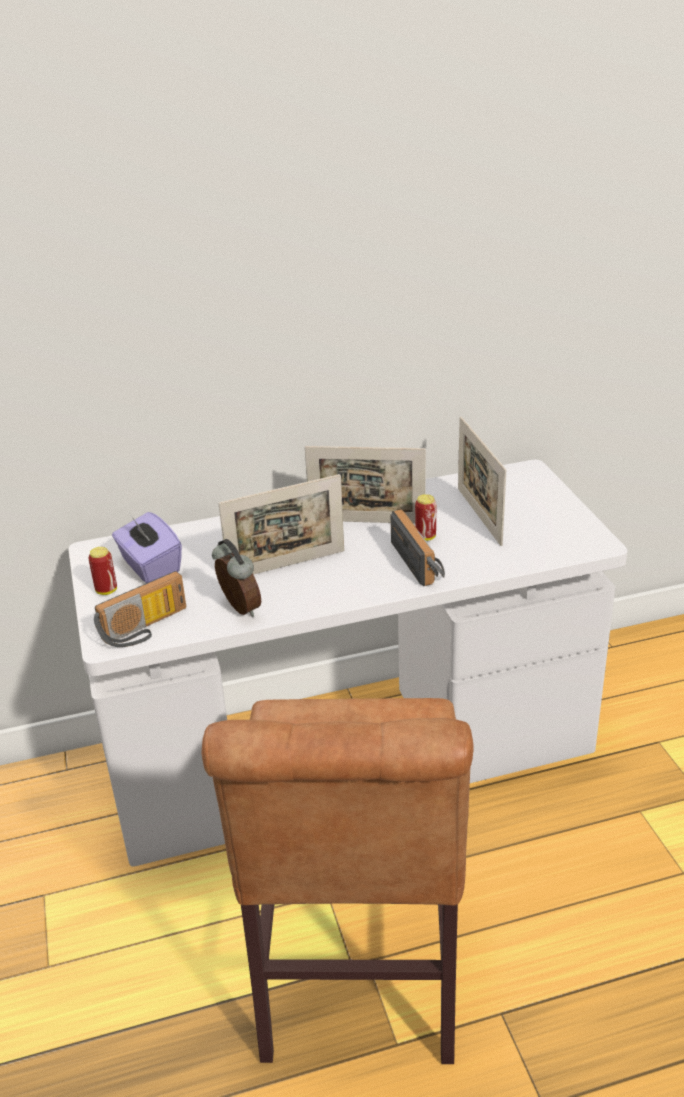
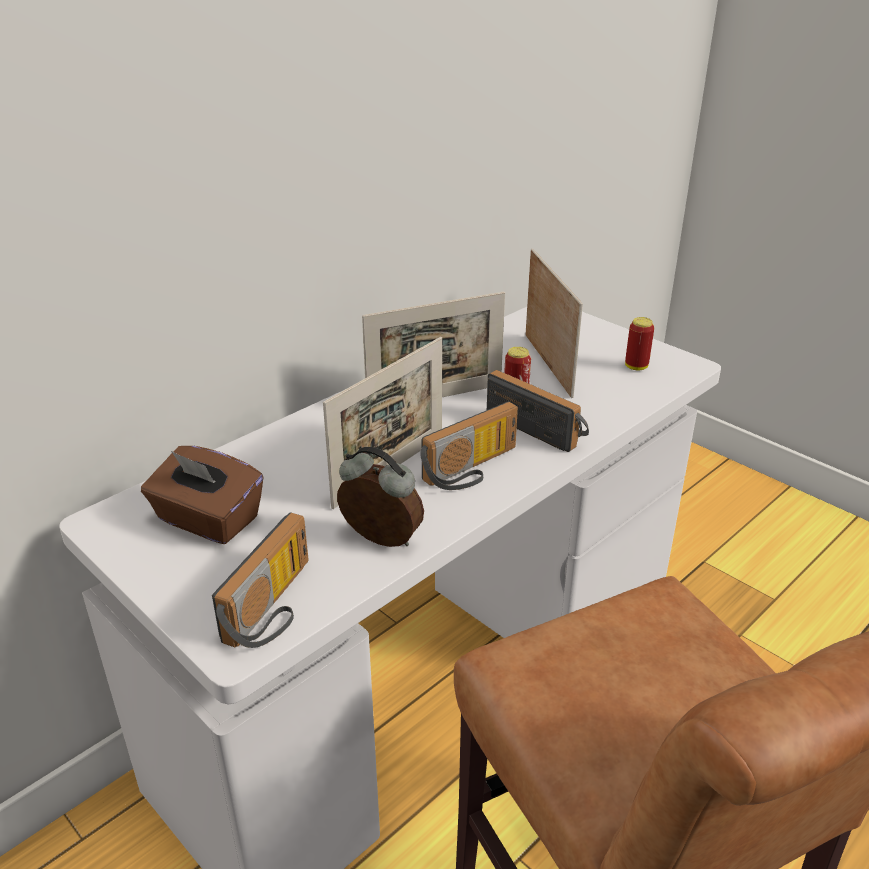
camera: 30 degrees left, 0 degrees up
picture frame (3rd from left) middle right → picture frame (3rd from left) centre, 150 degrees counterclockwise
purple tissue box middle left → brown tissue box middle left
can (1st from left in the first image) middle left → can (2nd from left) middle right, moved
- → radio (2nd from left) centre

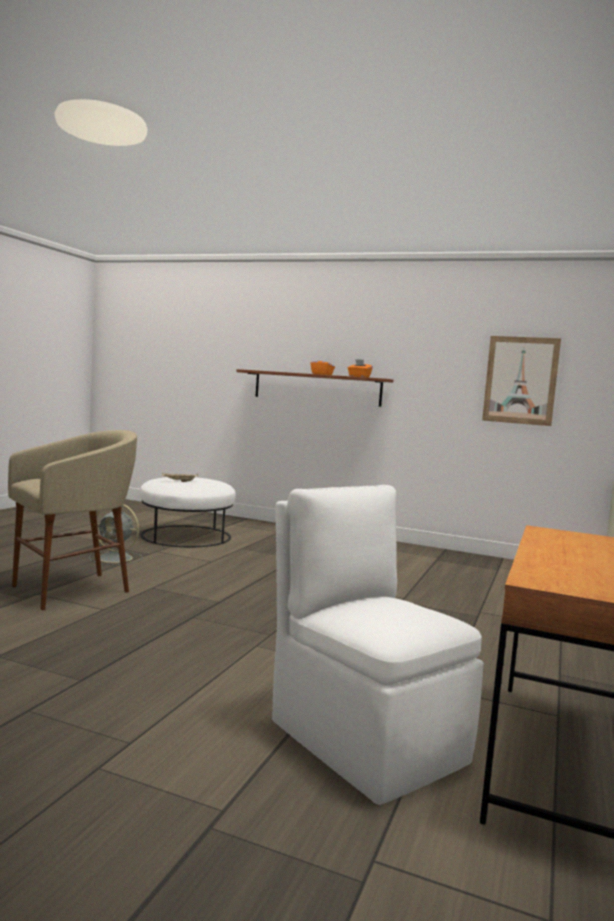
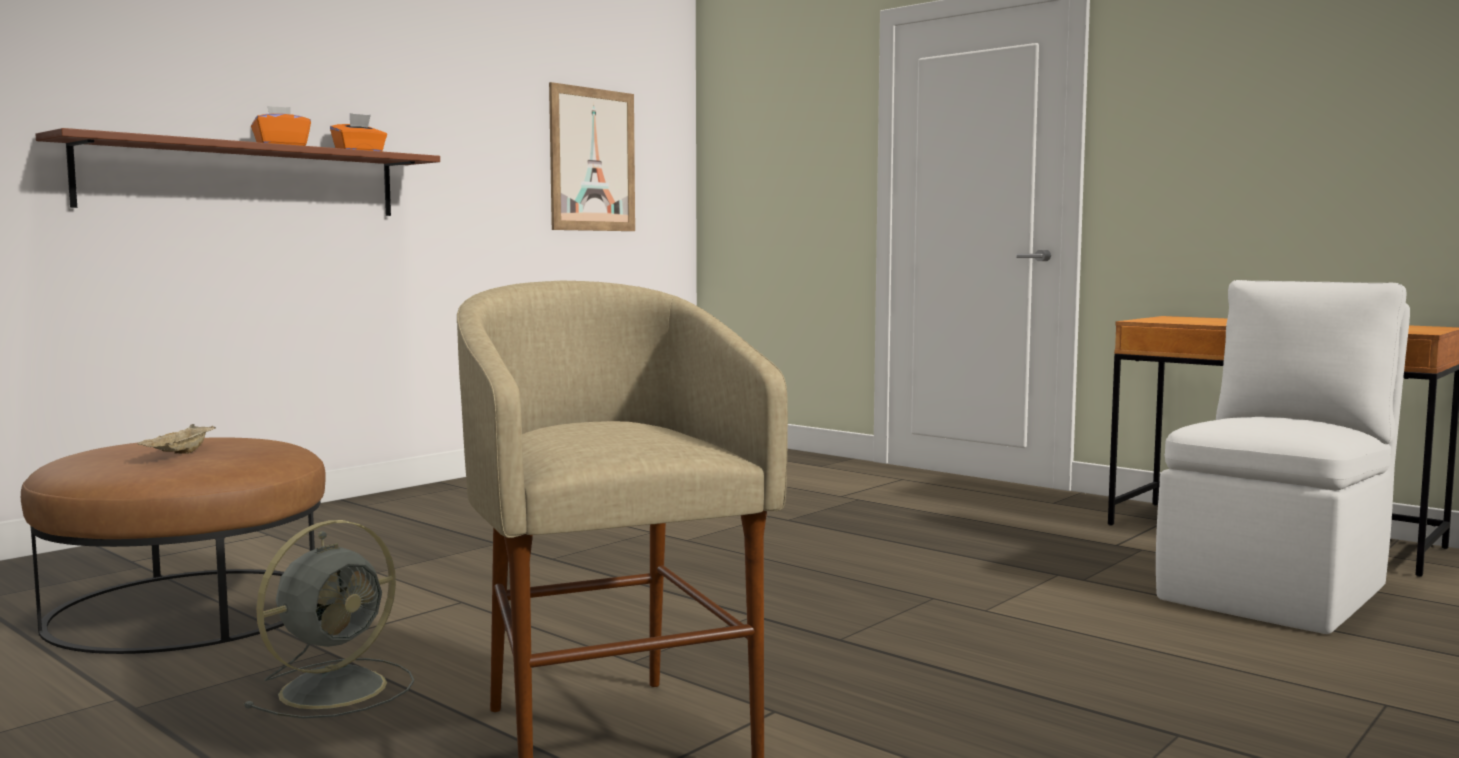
camera: 70 degrees left, 0 degrees up
white ottoman middle left → brown ottoman bottom left
white chair bottom centre → white chair middle right, 150 degrees clockwise

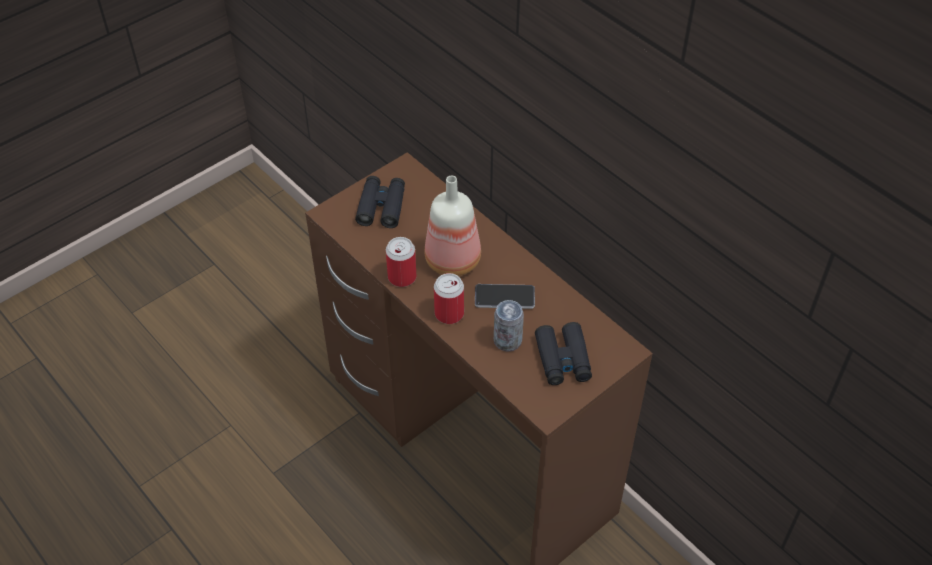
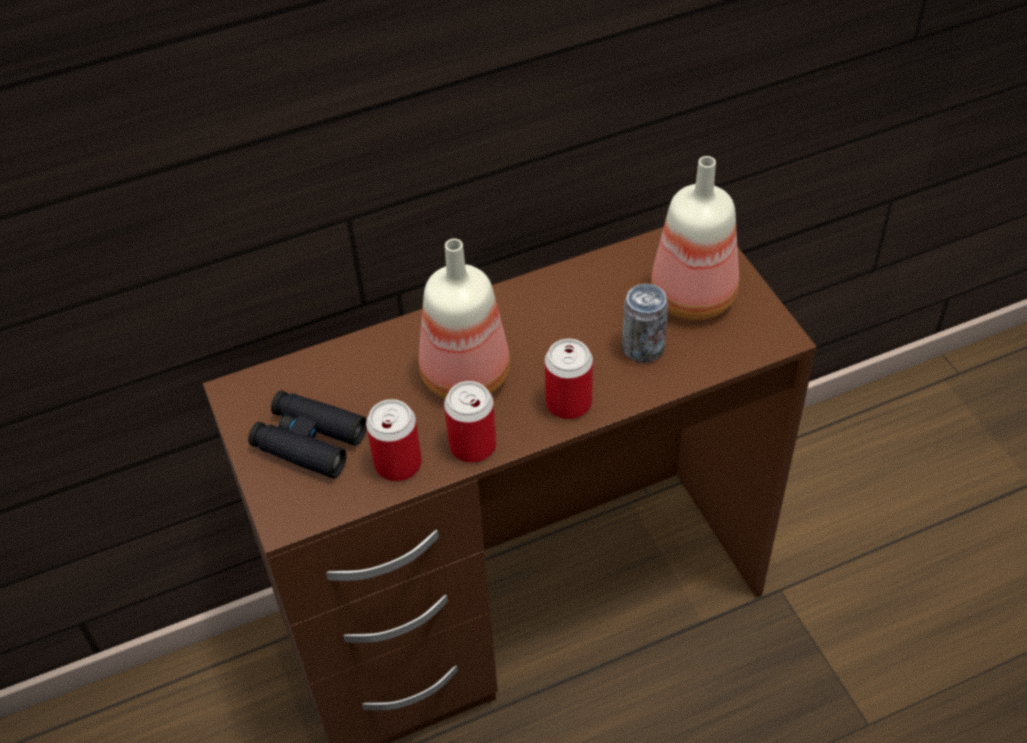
camera: 70 degrees left, 0 degrees up
phone centre → -
black binoculars (2nd from left) centre → bottle (2nd from left) top right
- → can (1st from left) centre

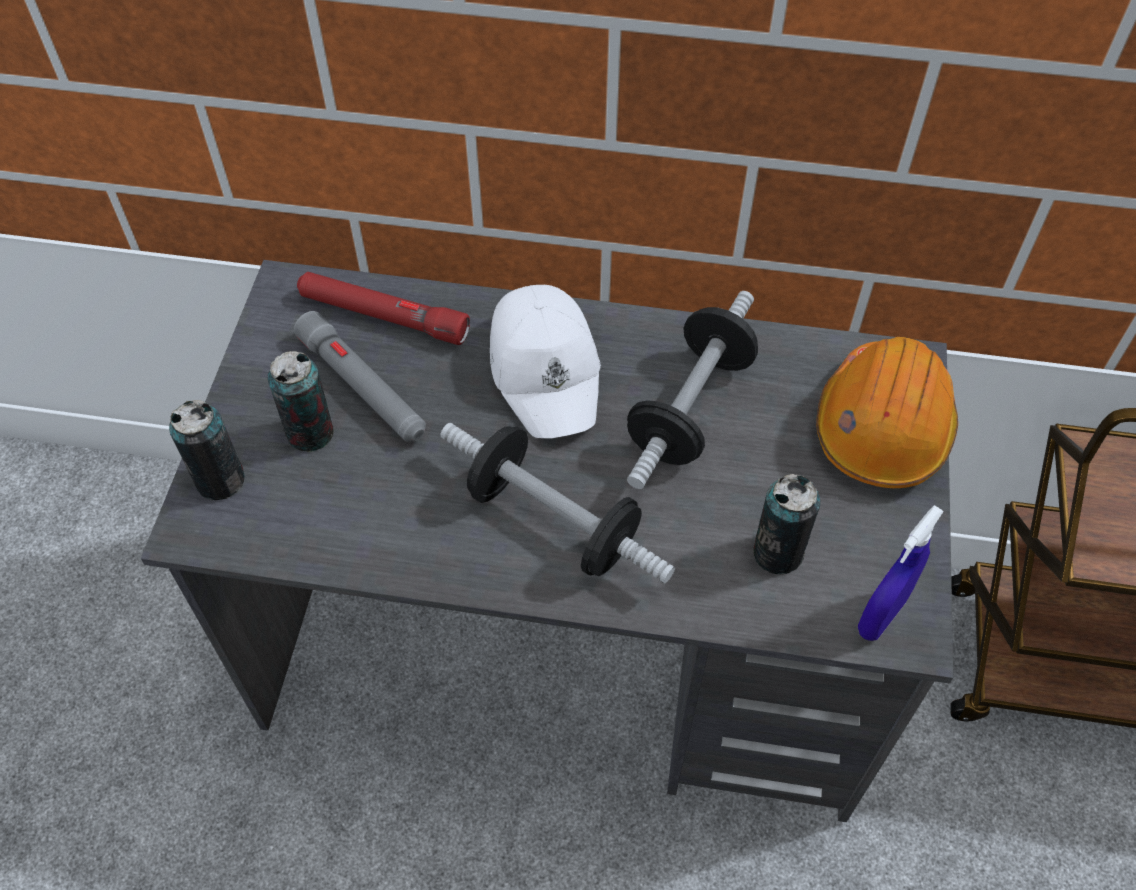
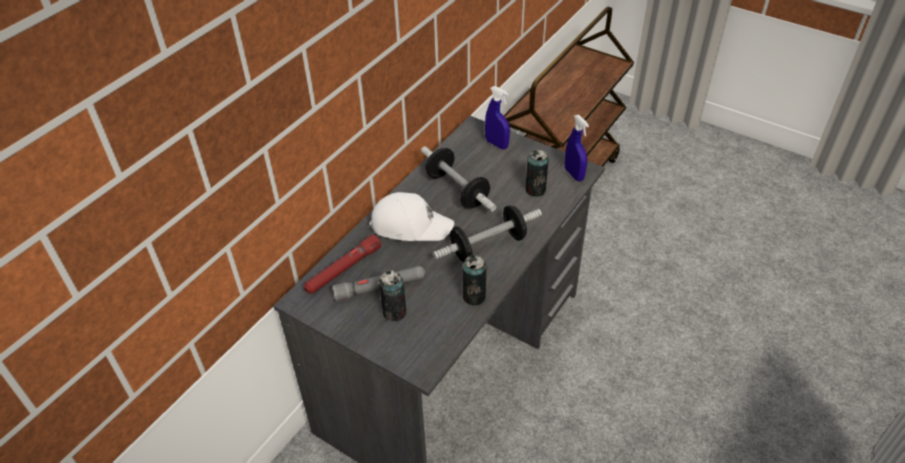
camera: 65 degrees left, 10 degrees down
orange hard hat middle right → blue spray bottle (1st from left) top centre
can (1st from left in the first image) middle left → can (2nd from left) centre, moved

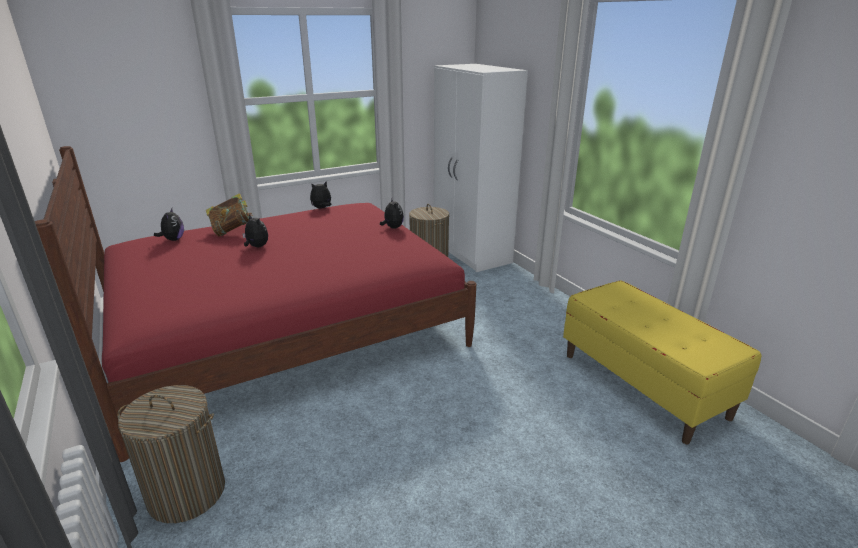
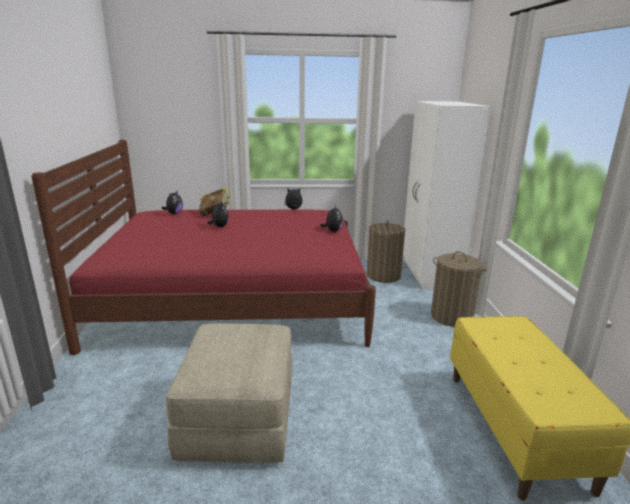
camera: 25 degrees right, 5 degrees down
laundry basket (1st from left in the first image) bottom left → laundry basket (2nd from left) middle right, moved
- → beige ottoman bottom centre

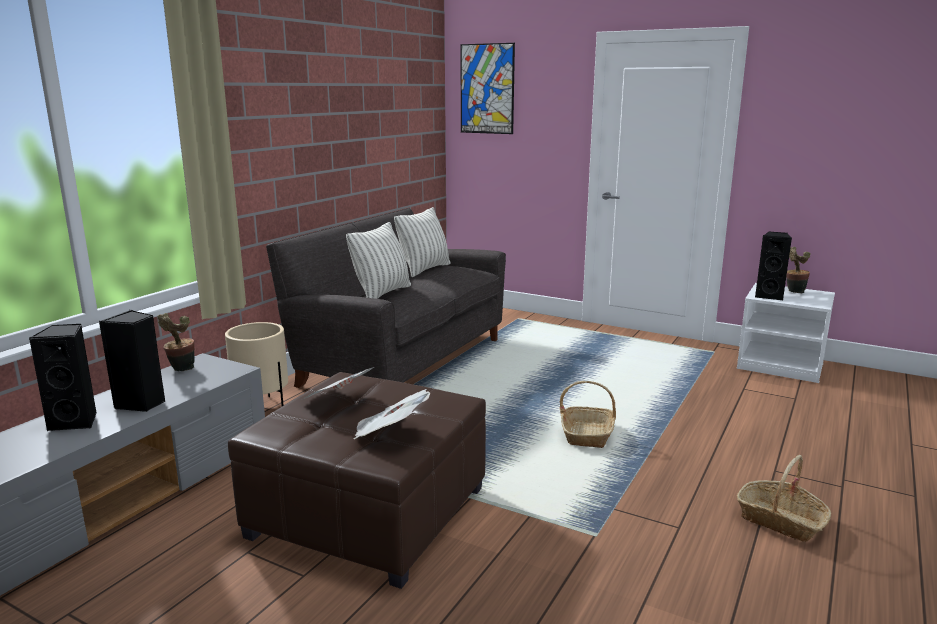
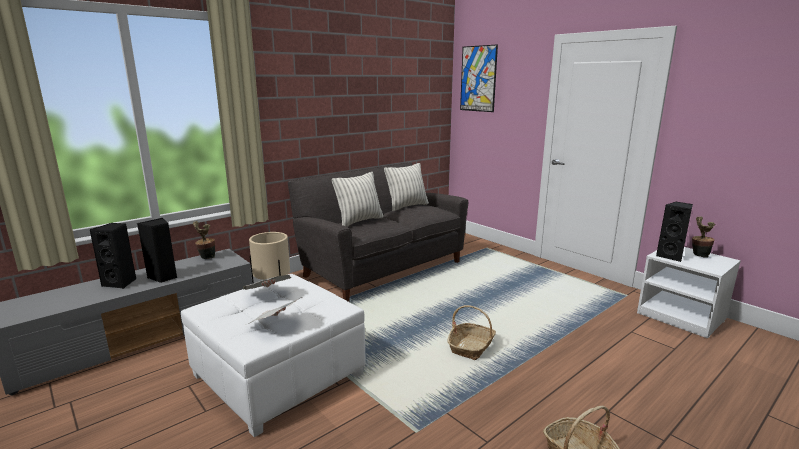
camera: 20 degrees right, 0 degrees up
brown ottoman bottom centre → white ottoman bottom centre

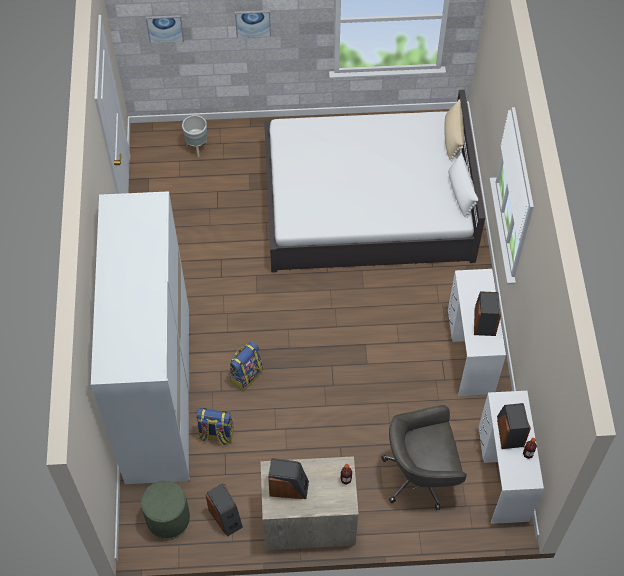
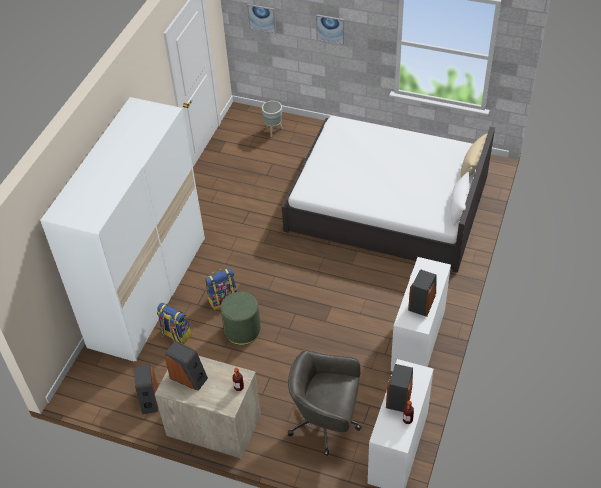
camera: 25 degrees right, 10 degrees down
green ottoman bottom left → green ottoman centre, moved

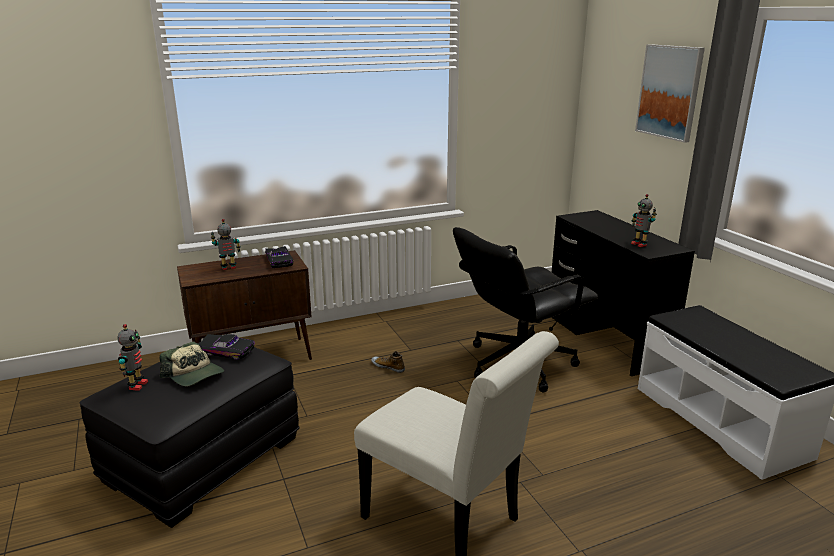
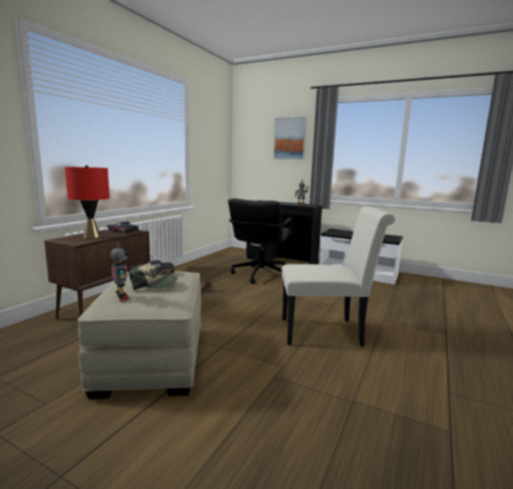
camera: 40 degrees left, 10 degrees down
toy robot (2nd from left) middle left → red table lamp middle left
black ottoman bottom left → beige ottoman bottom left

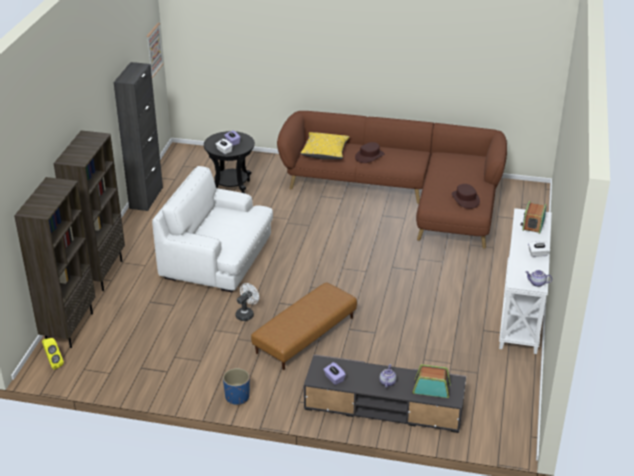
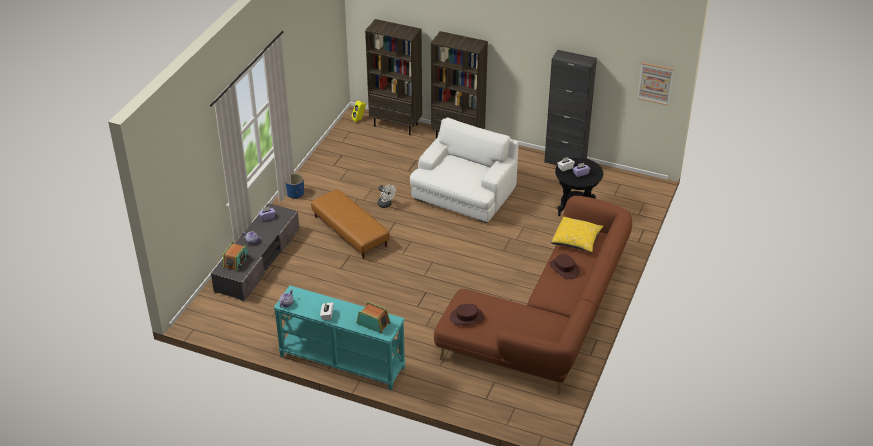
camera: 100 degrees right, 5 degrees up
white console table middle right → turquoise console table bottom centre

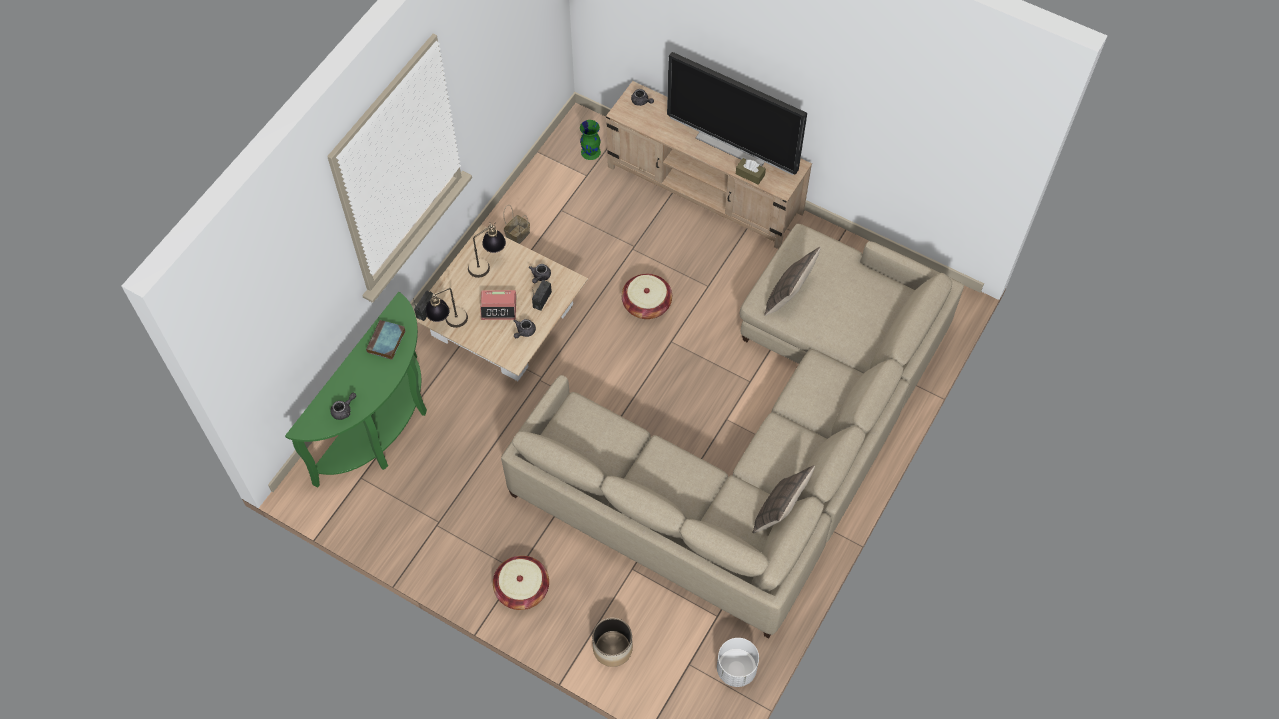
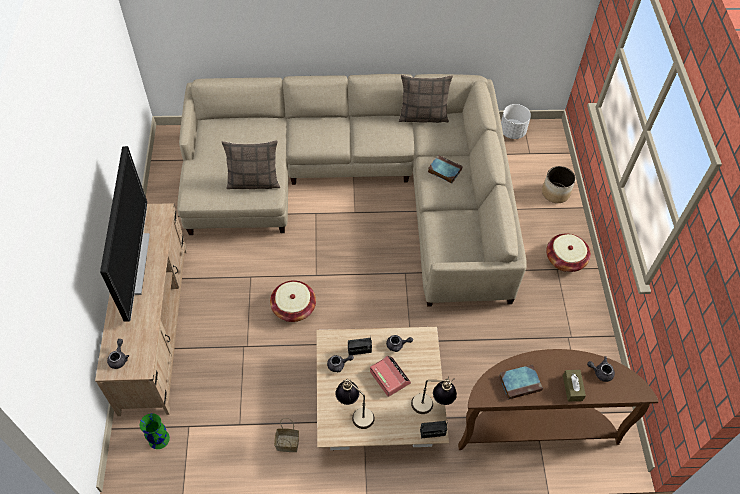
camera: 125 degrees left, 5 degrees down
brown tissue box top centre → brown tissue box bottom right, moved
green console table middle left → brown console table bottom right
- → book (1st from left) centre

